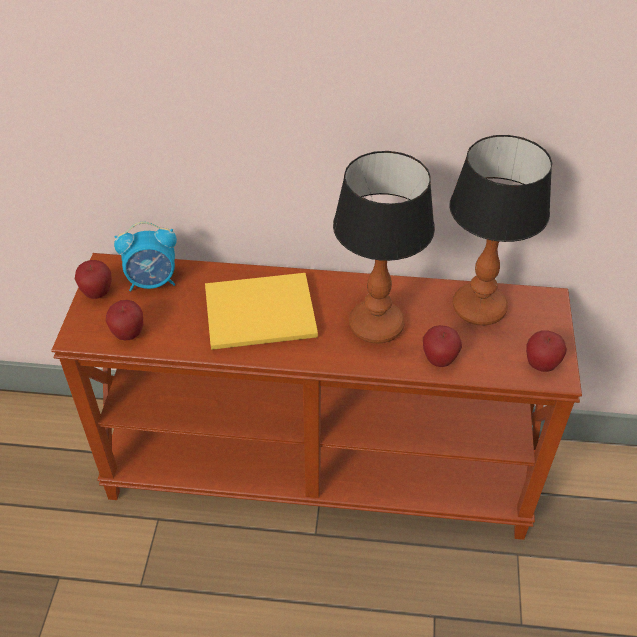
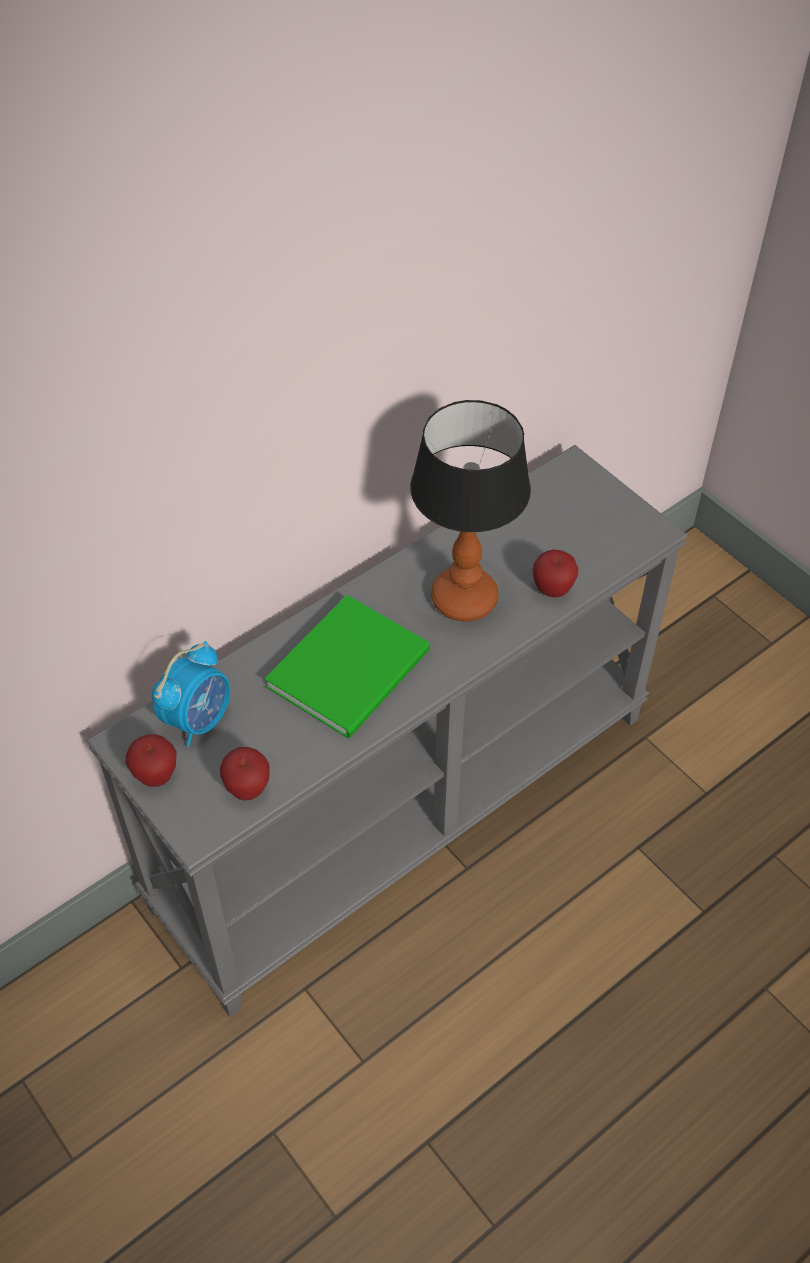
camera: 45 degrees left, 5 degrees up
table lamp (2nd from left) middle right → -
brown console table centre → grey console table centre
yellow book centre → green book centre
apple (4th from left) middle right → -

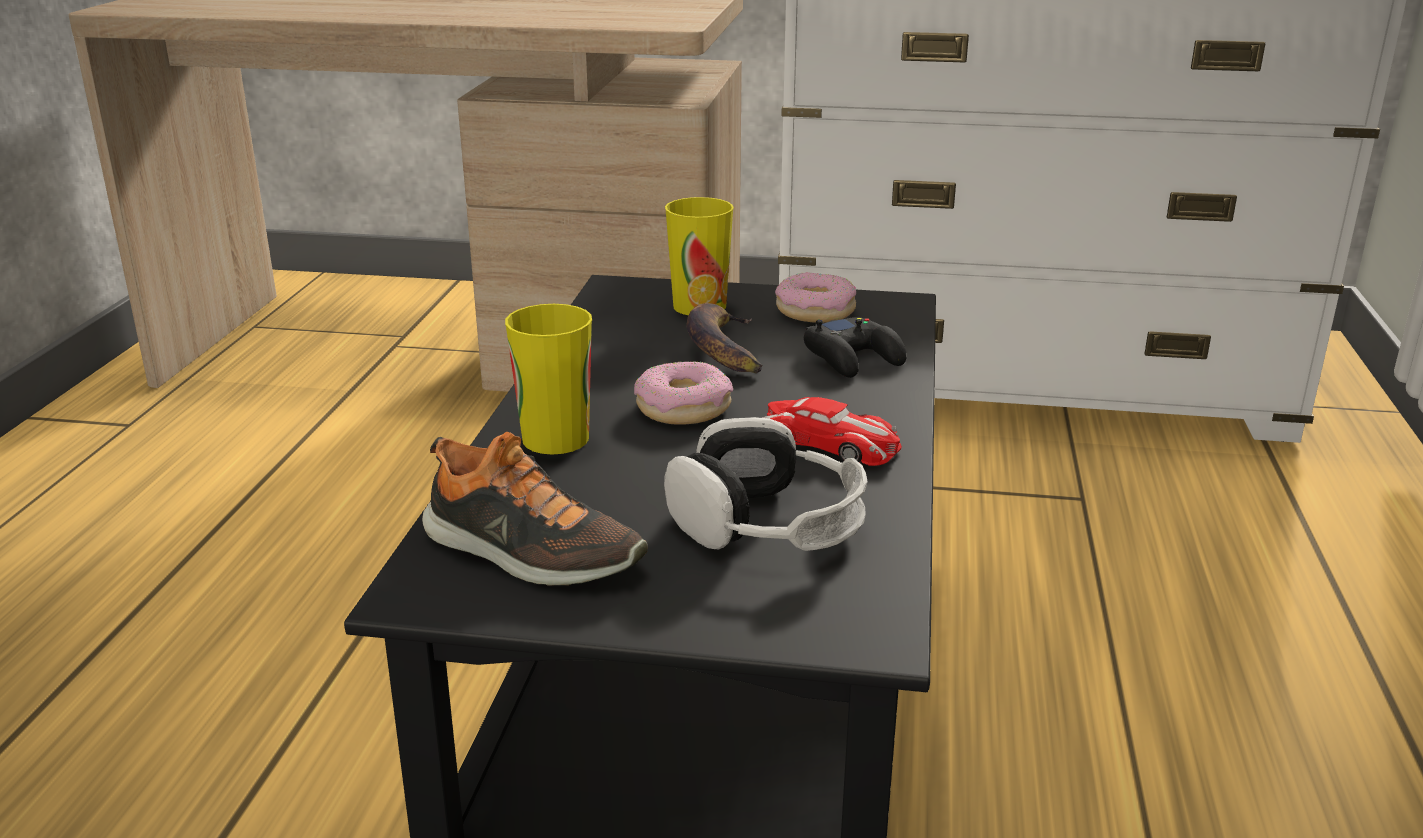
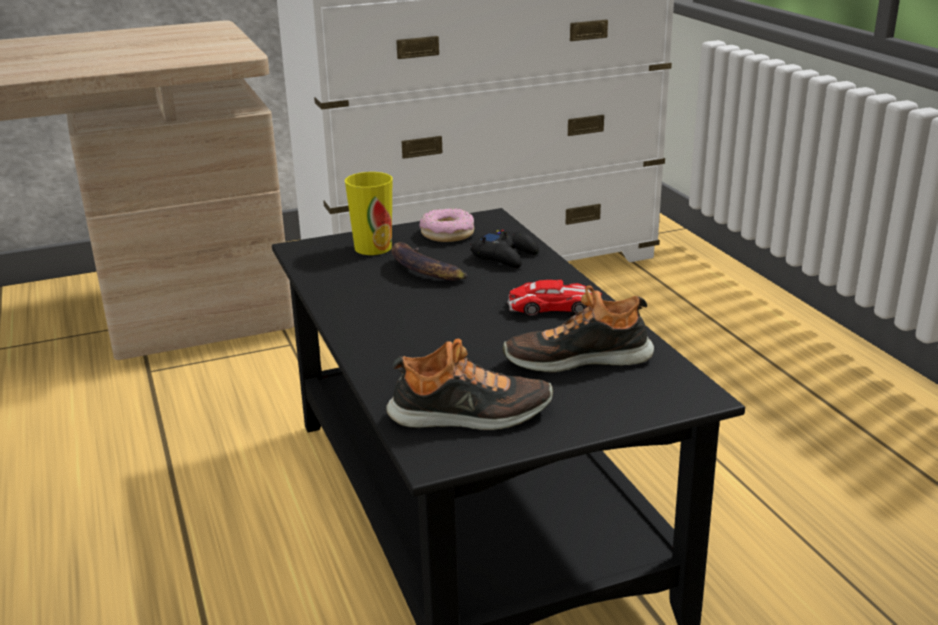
camera: 30 degrees left, 0 degrees up
cup (1st from left) centre → -
donut (1st from left) centre → -
headphones centre → shoe (2nd from left) centre

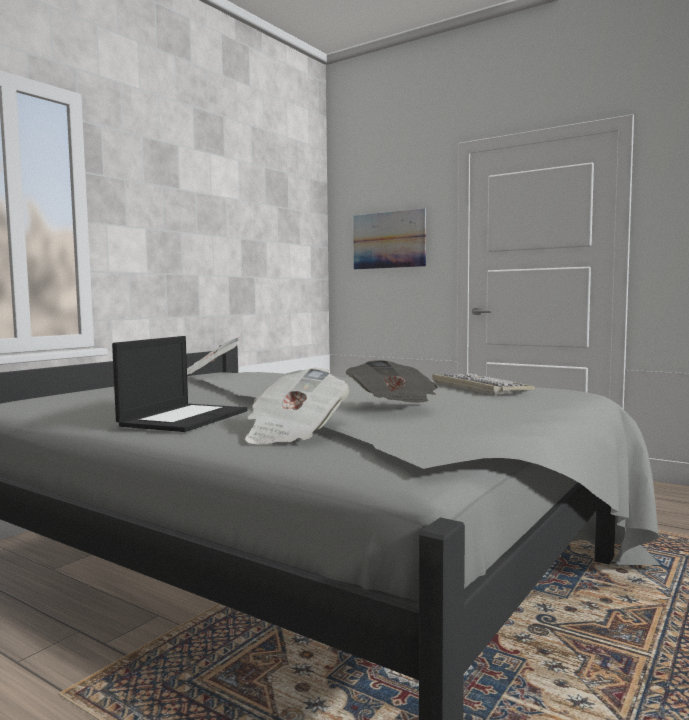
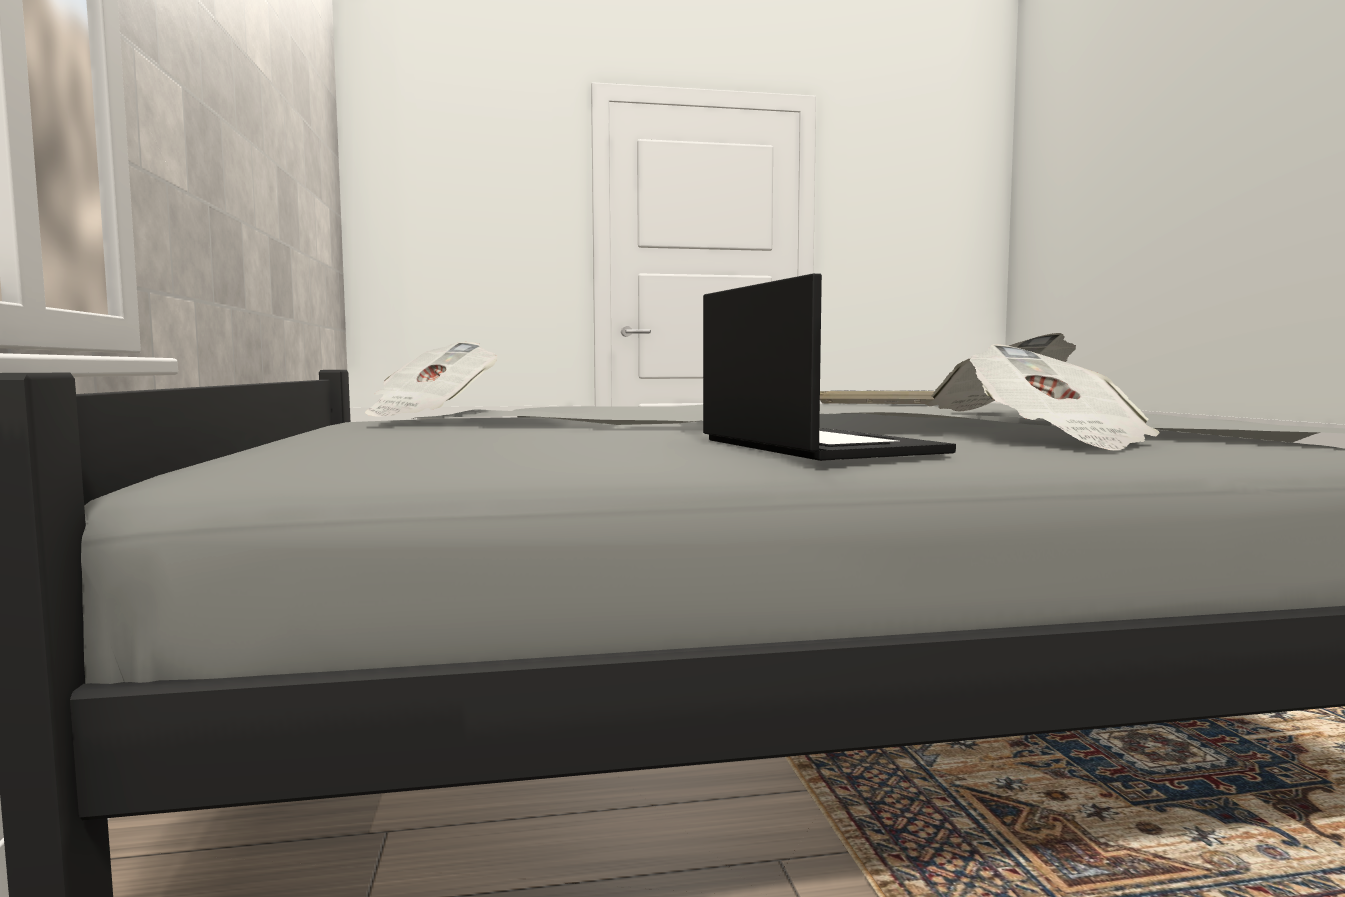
camera: 45 degrees left, 0 degrees up
picture top centre → -

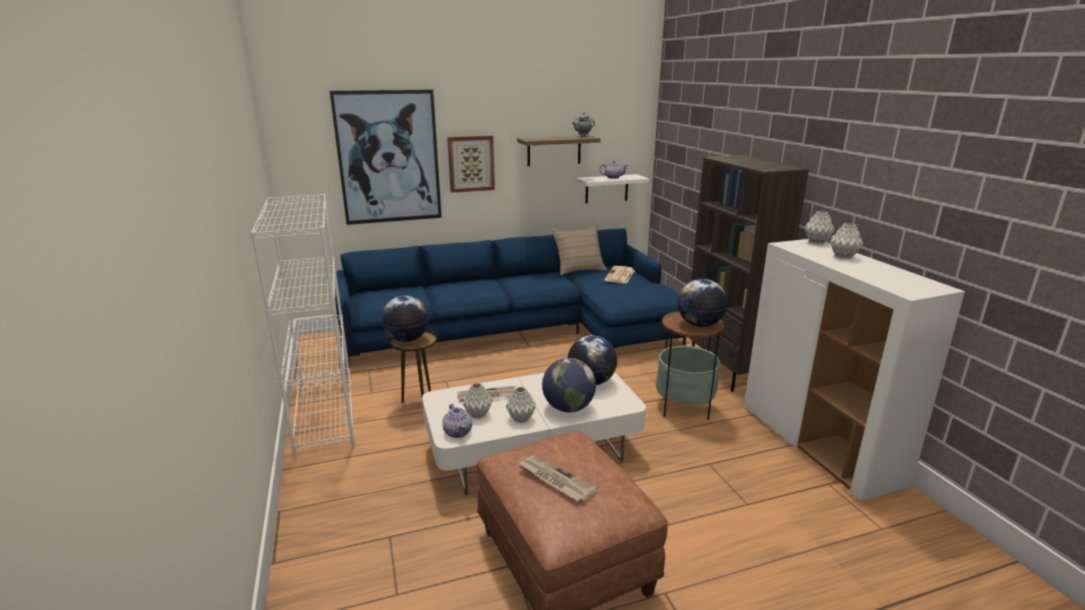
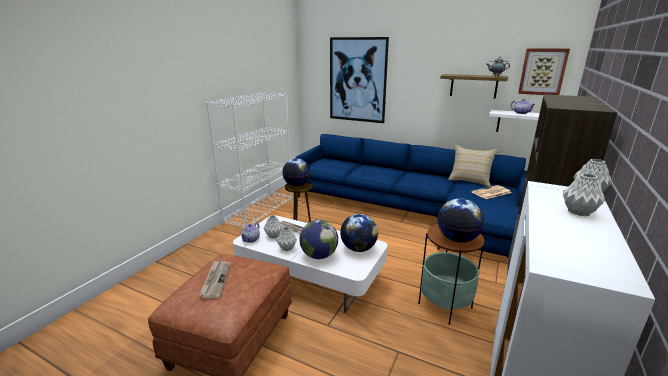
camera: 45 degrees right, 0 degrees up
picture (2nd from left) top centre → picture (2nd from left) top right, moved

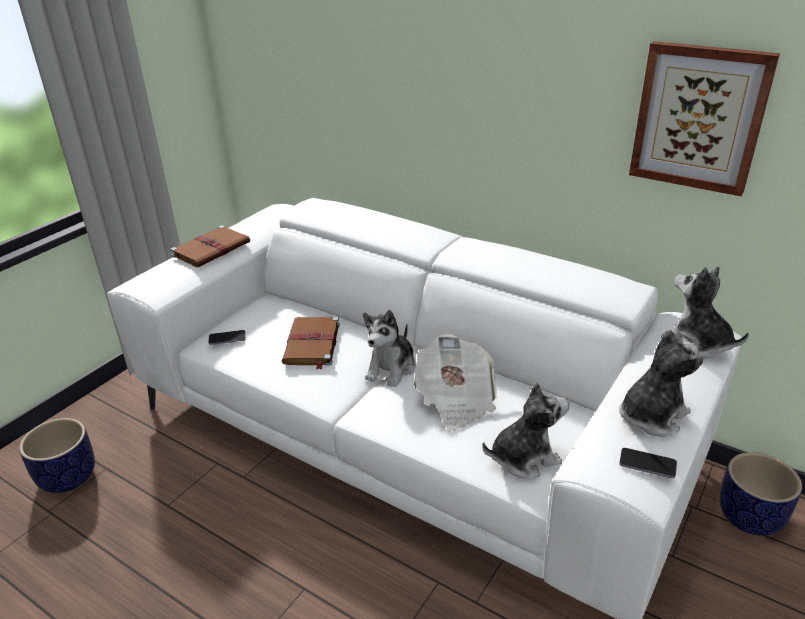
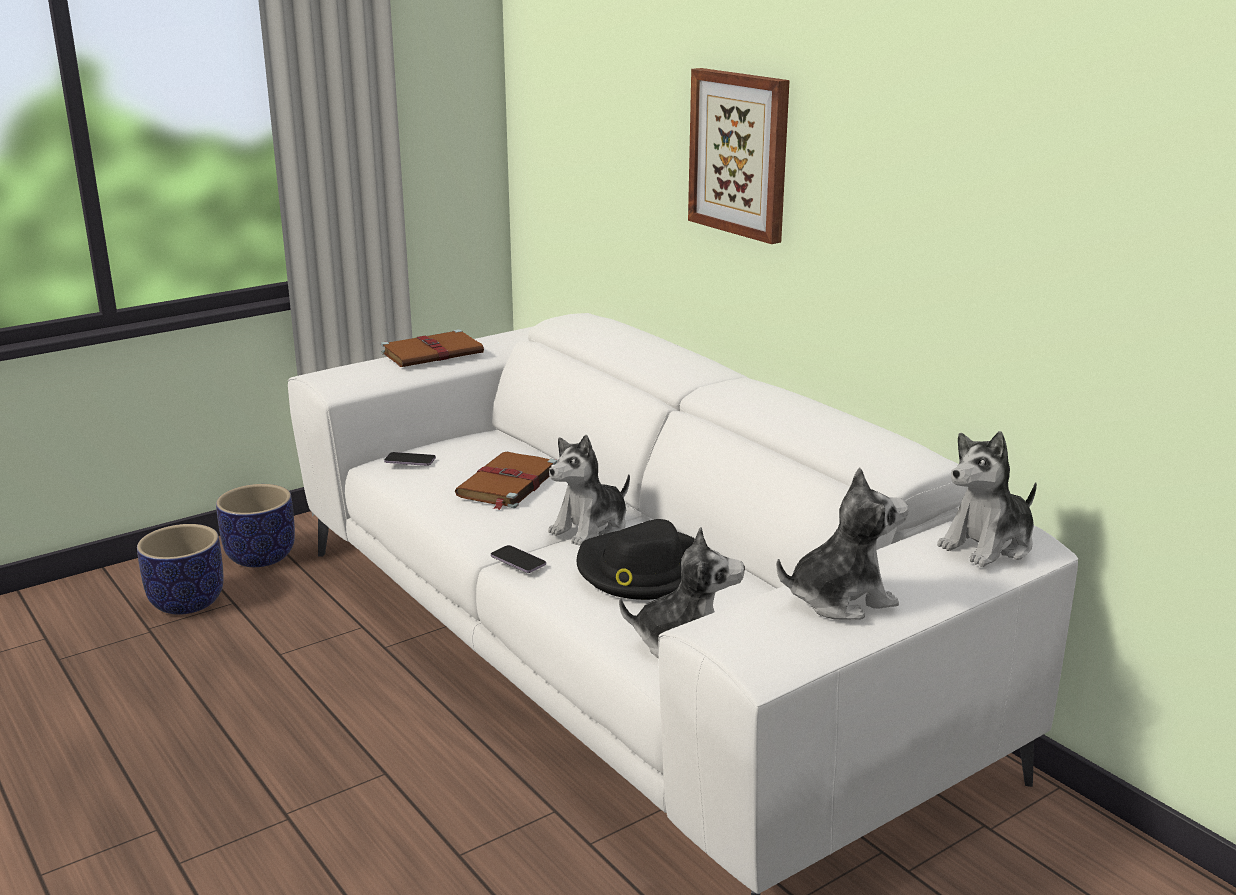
camera: 20 degrees right, 10 degrees down
picture top right → picture top centre, moved
plush toy (4th from left) middle right, 105 degrees counterclockwise
newspaper centre → black hat centre
phone (2nd from left) bottom right → phone (2nd from left) centre, moved
planter (2nd from left) bottom right → planter (2nd from left) middle left, moved

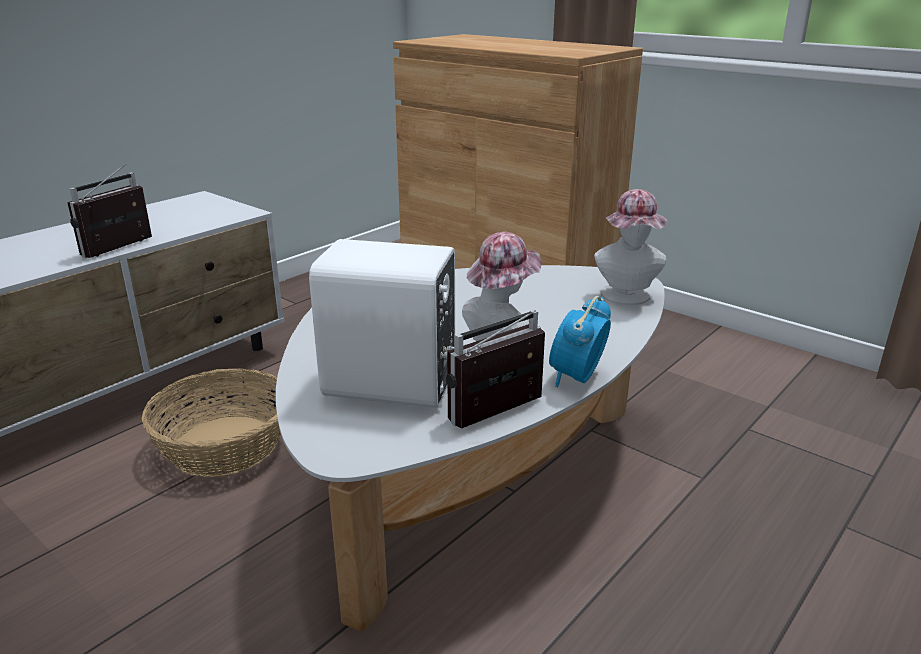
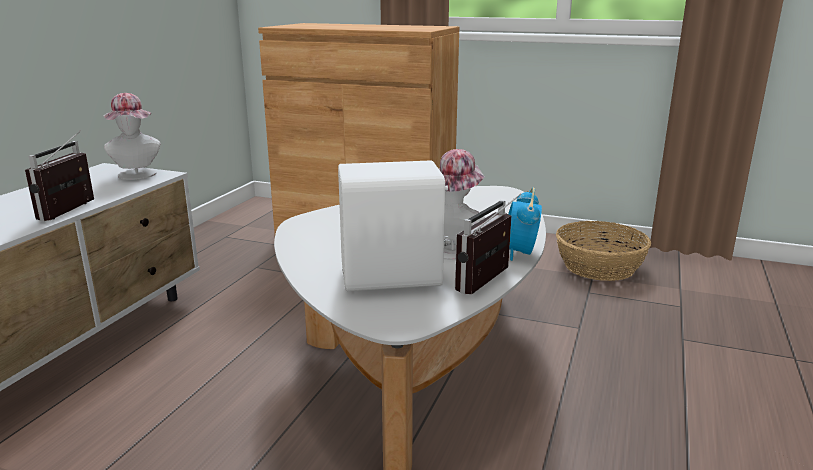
camera: 20 degrees left, 5 degrees down
hat (2nd from left in the first image) middle right → hat (1st from left) top left, moved
basket middle left → basket middle right, moved

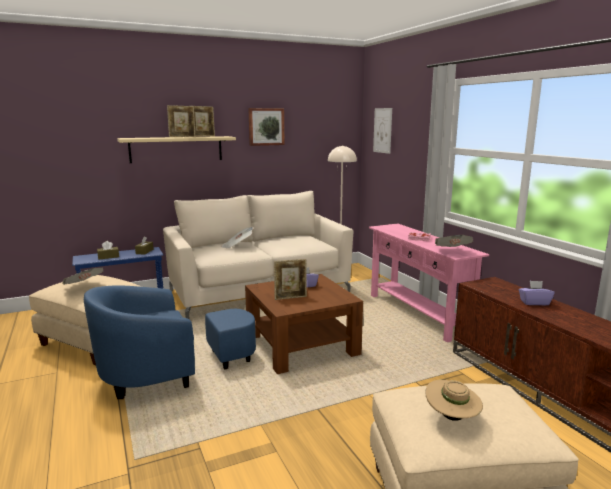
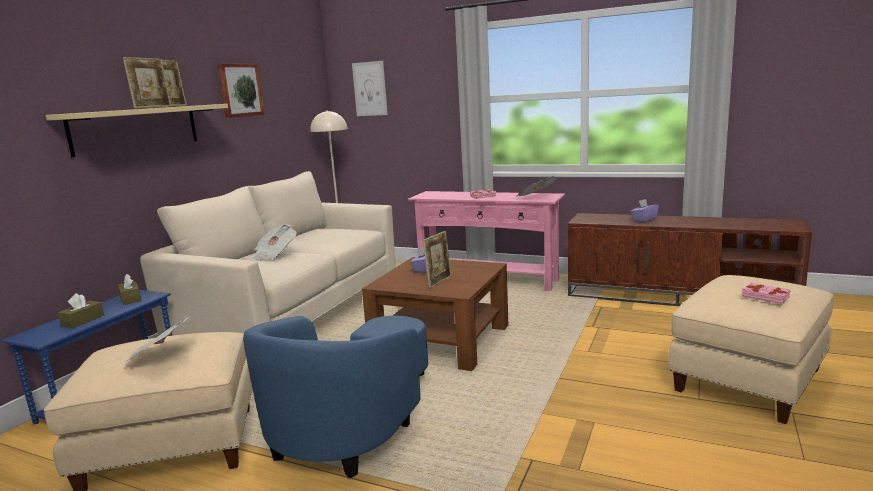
camera: 40 degrees left, 0 degrees up
beige hat bottom right → pink book (2nd from left) middle right

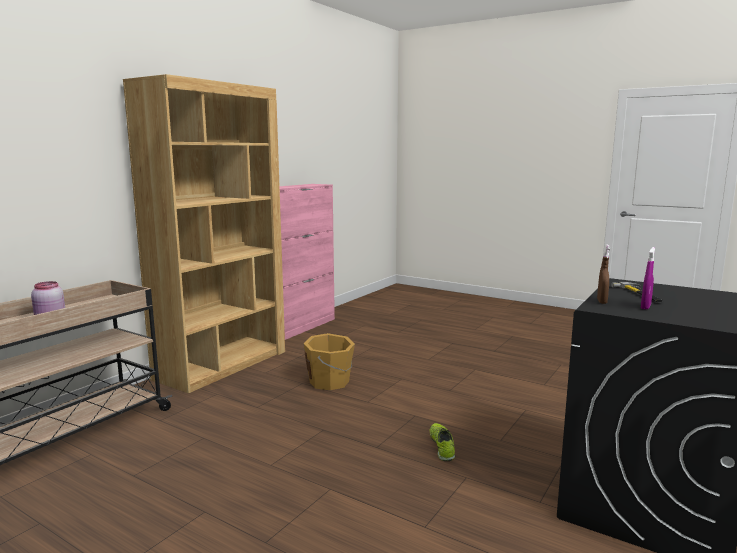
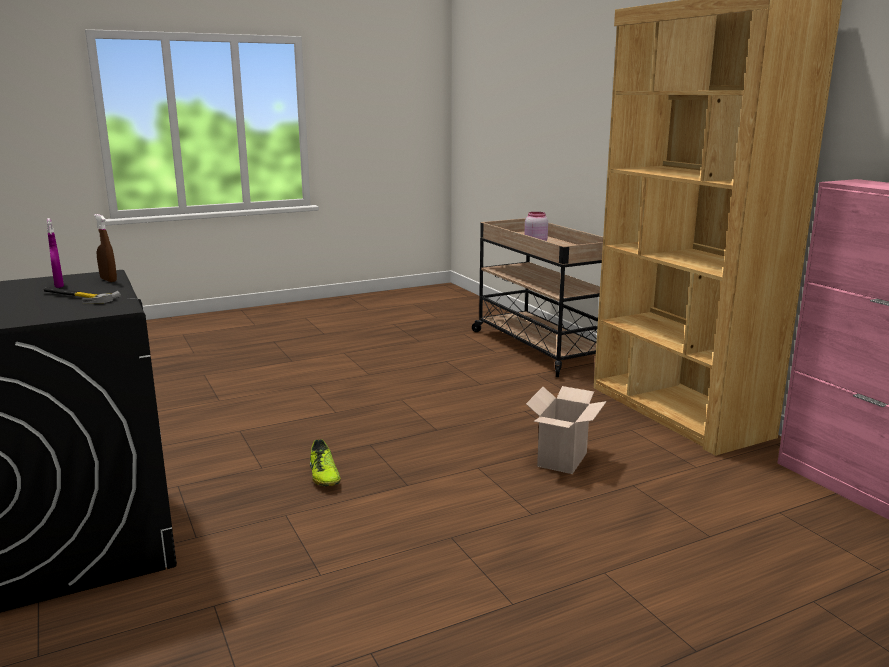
camera: 120 degrees right, 5 degrees up
orange bucket centre → cardboard box centre
shoe bottom centre, 45 degrees clockwise

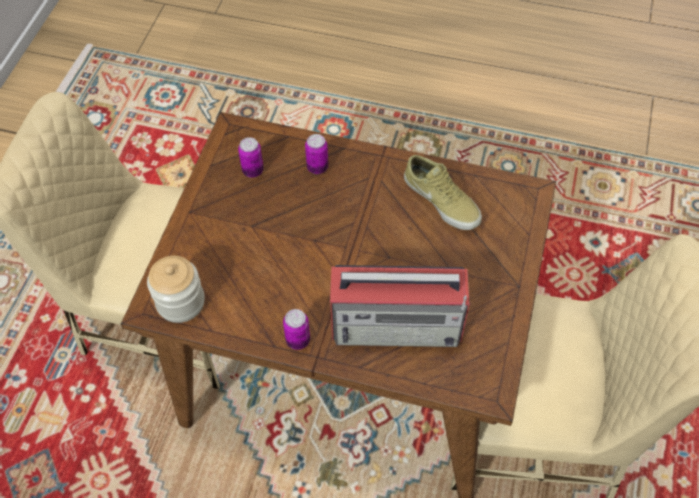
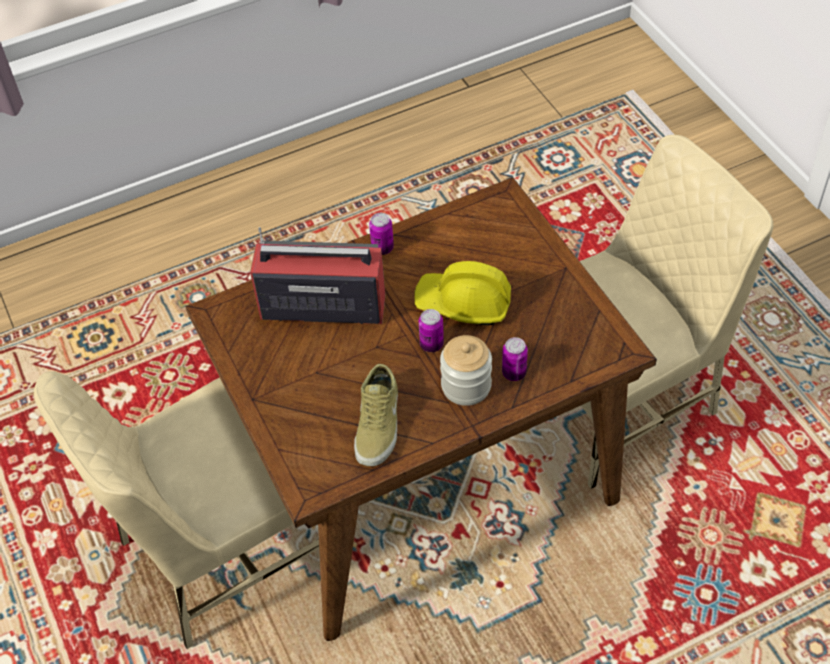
camera: 140 degrees right, 5 degrees down
can (1st from left in the first image) top centre → can (2nd from left) centre, moved
beige shoe centre, 90 degrees counterclockwise
jar middle left → jar centre, moved
radio centre, 45 degrees clockwise
- → yellow hard hat centre

